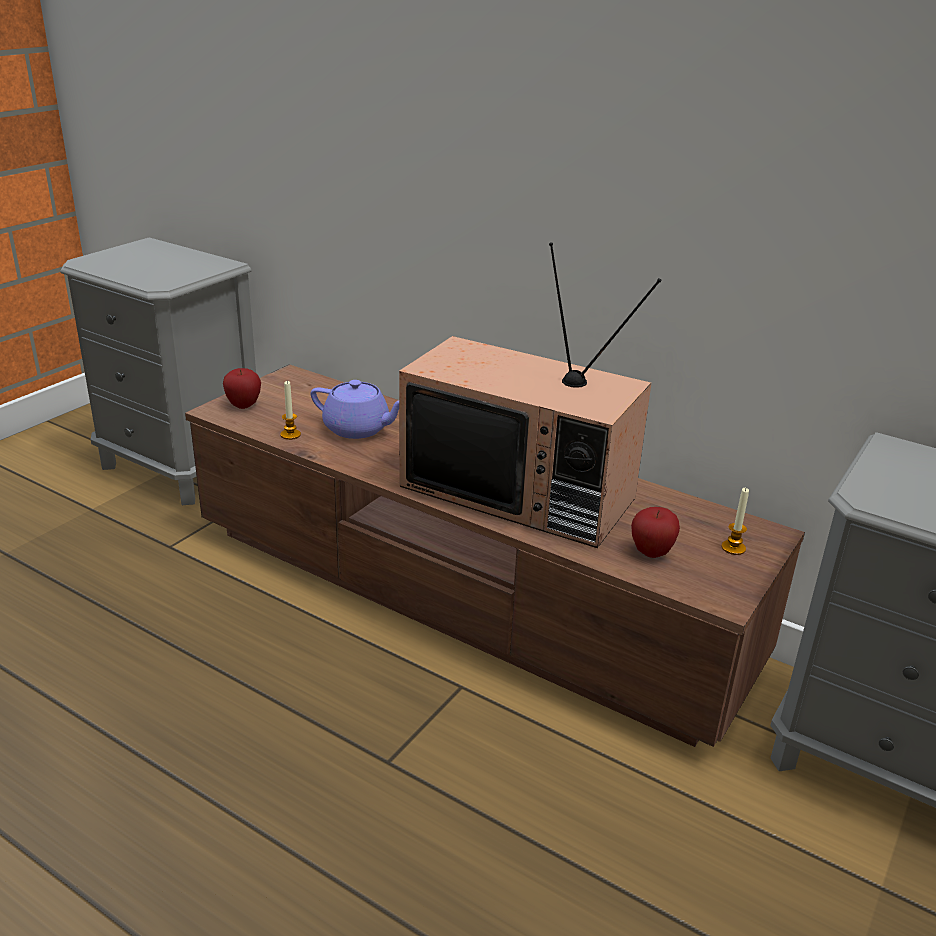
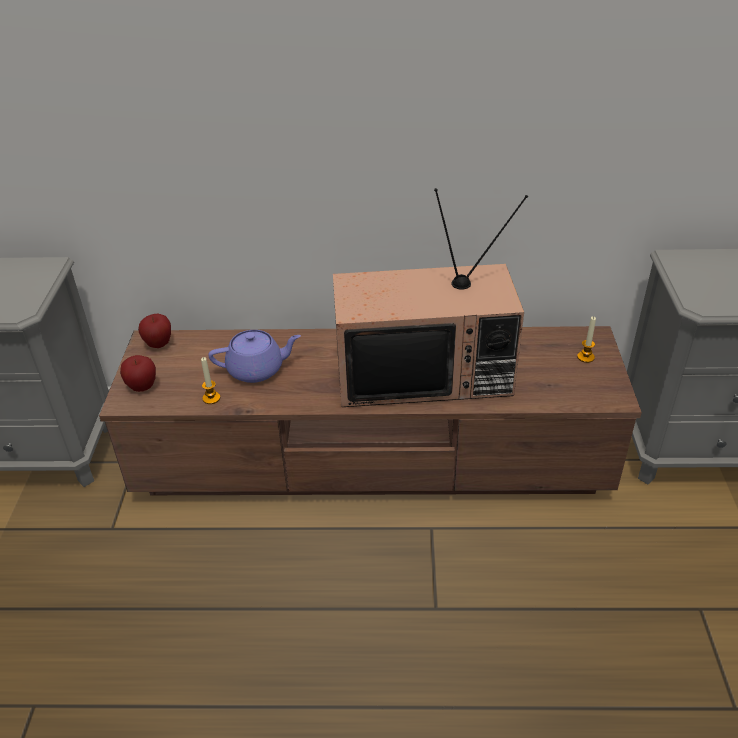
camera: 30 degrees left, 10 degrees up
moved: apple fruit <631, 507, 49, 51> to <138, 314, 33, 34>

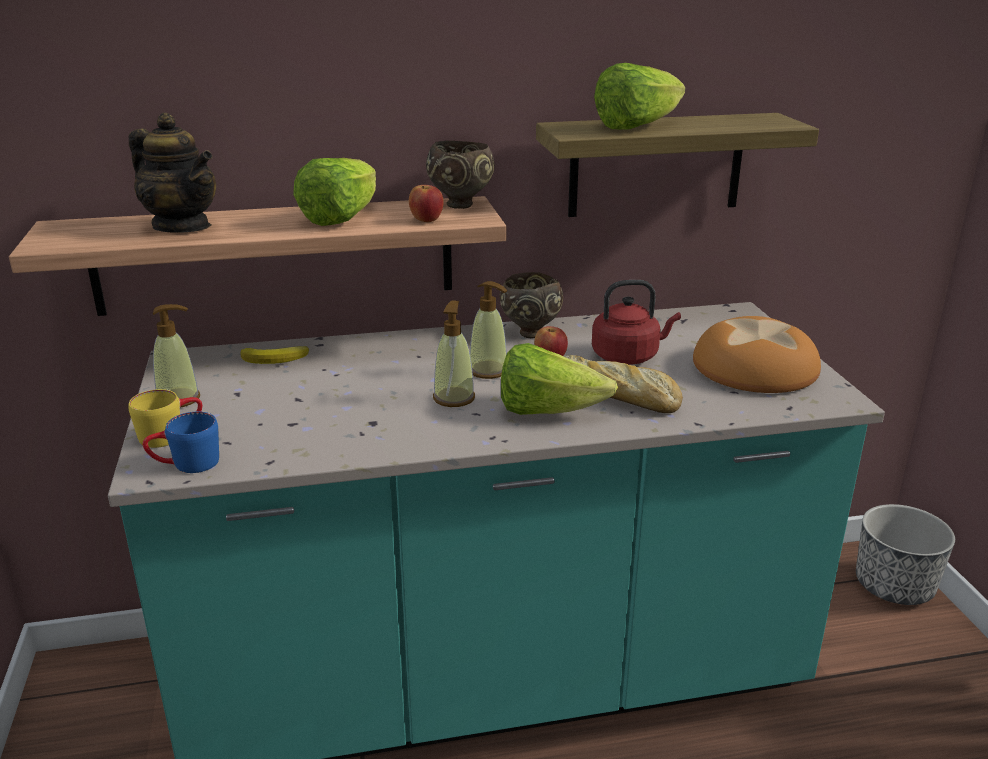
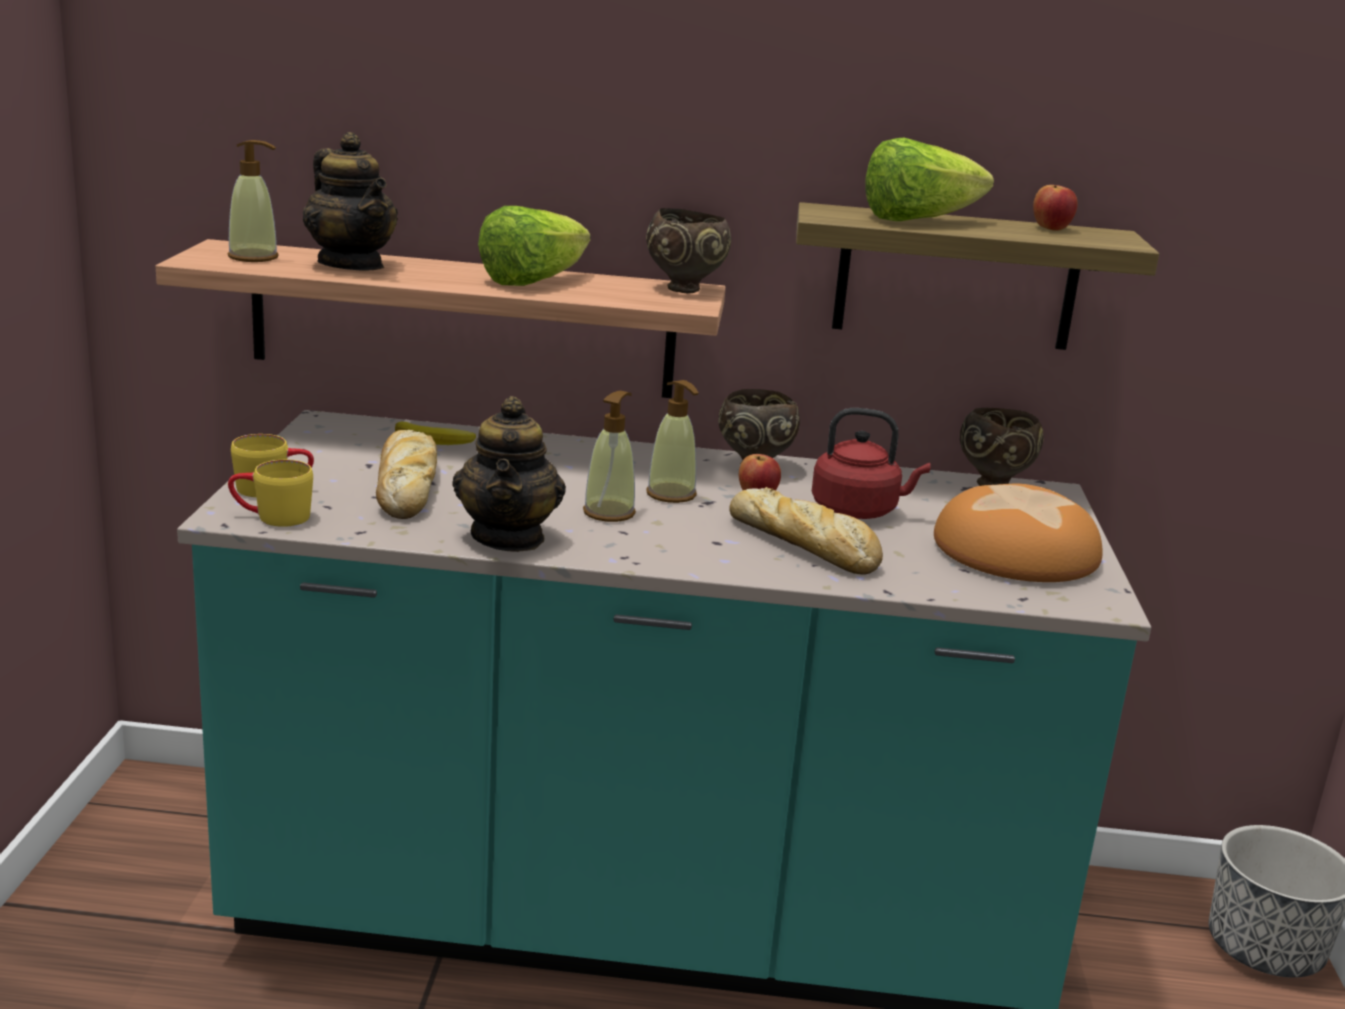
camera: 15 degrees right, 5 degrees down
removed: head of lettuce <501, 343, 117, 72>
added: bakery bread <376, 430, 61, 89>; teapot <452, 396, 114, 156>; brown deep dish <960, 408, 83, 78>
moved: soap bottle <153, 304, 47, 103> to <228, 140, 51, 122>; apple fruit <409, 185, 35, 37> to <1033, 185, 45, 45>
recoloured: bluish mug <143, 411, 76, 62> to yellow-coloured mug <228, 460, 85, 67>

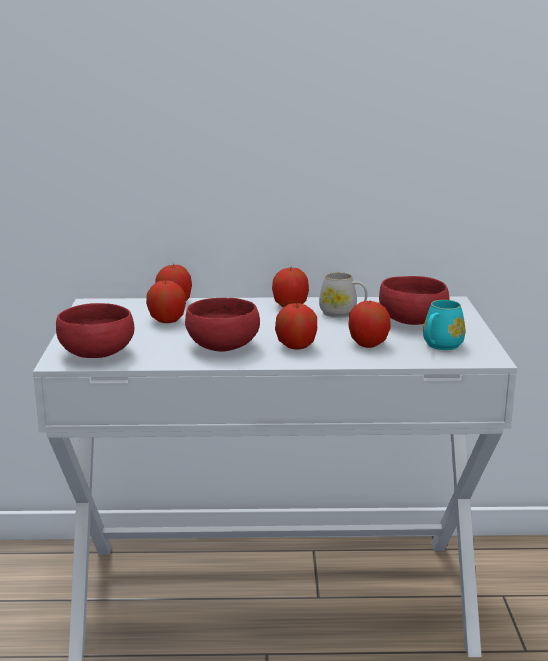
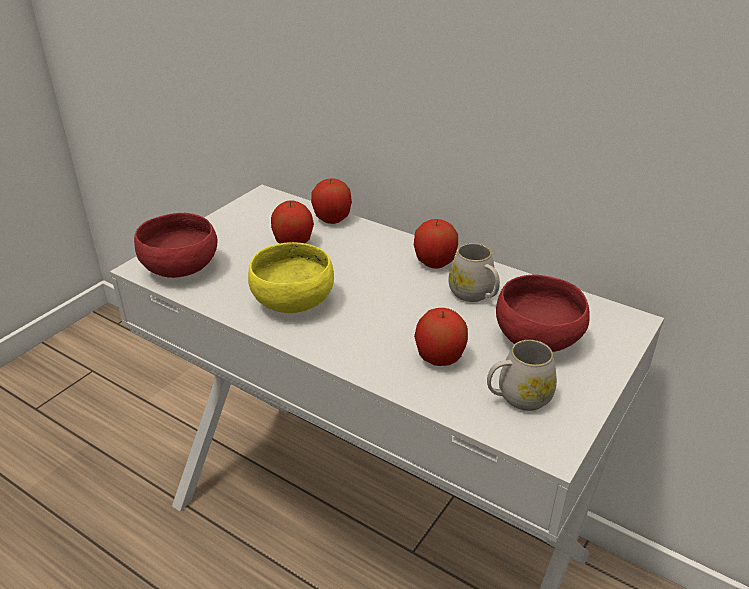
camera: 35 degrees right, 15 degrees up
removed: apple fruit <275, 303, 42, 47>
recoloured: red-coloured deep dish <185, 298, 75, 54> to yellow-coloured deep dish <248, 242, 86, 71>; turquoise mug <423, 300, 42, 50> to white mug <487, 340, 70, 71>

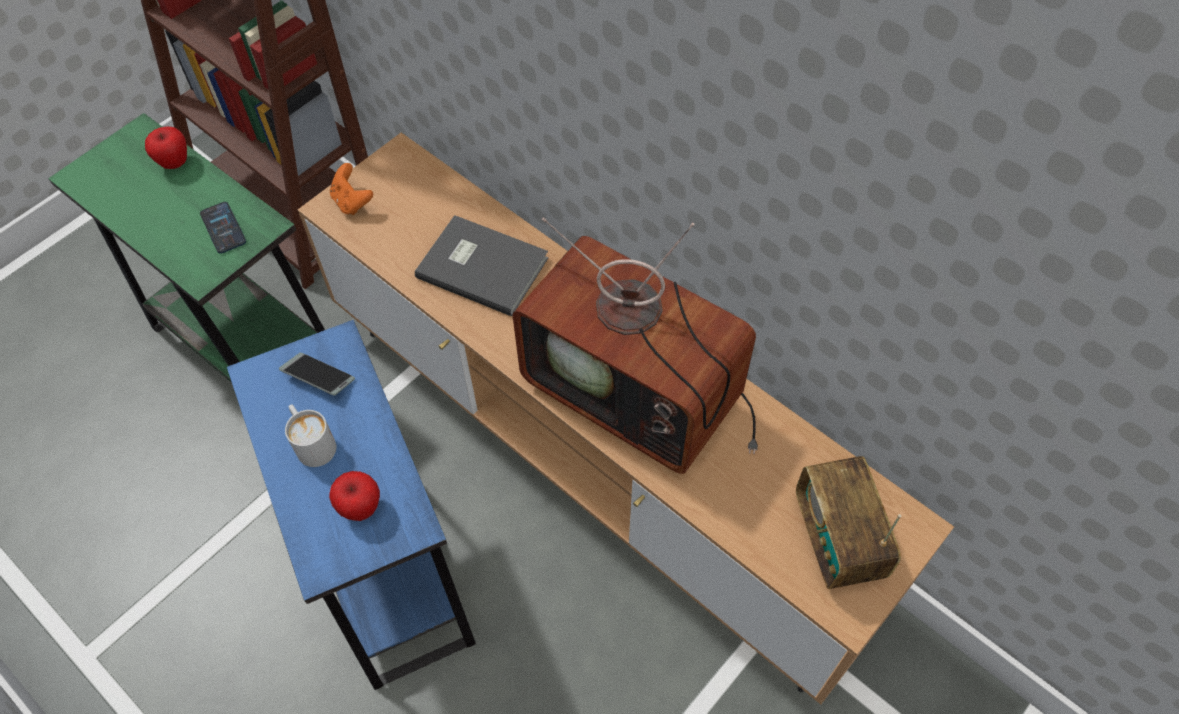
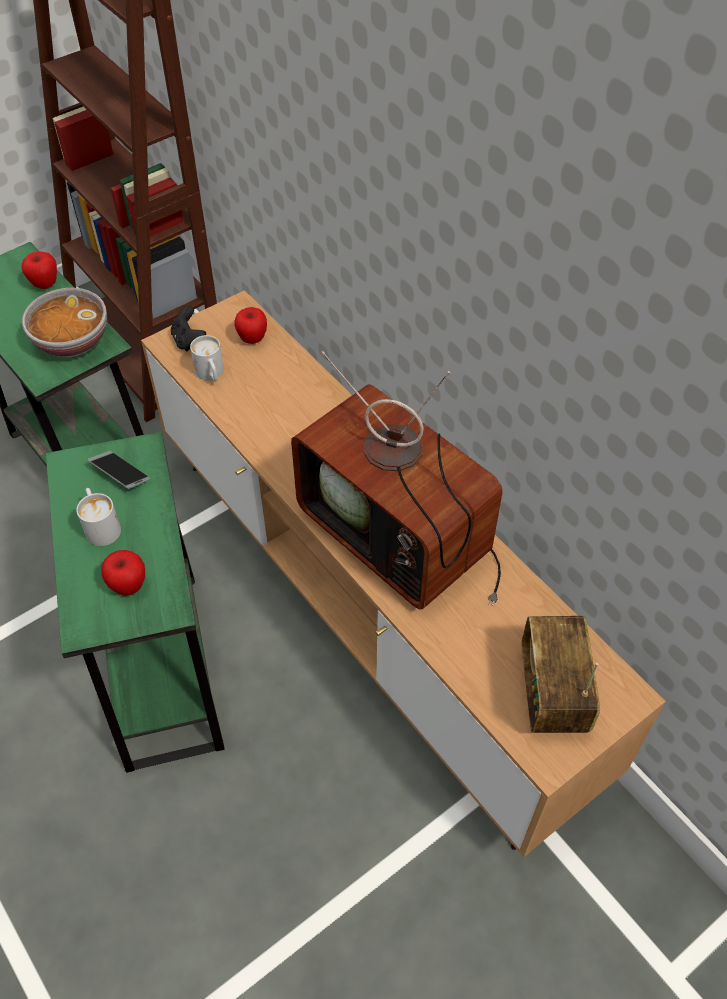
camera: 10 degrees right, 5 degrees down
removed: gray volume <415, 215, 133, 101>
added: white mug <190, 335, 34, 47>; apple fruit <234, 307, 33, 37>
replaced: telephone <200, 202, 46, 52> to deep dish <22, 288, 85, 69>
recoloured: bluish accent table <227, 320, 249, 370> to green-coloured accent table <46, 432, 179, 341>; orange-coloured game controller <330, 163, 43, 52> to black-coloured game controller <171, 306, 35, 45>

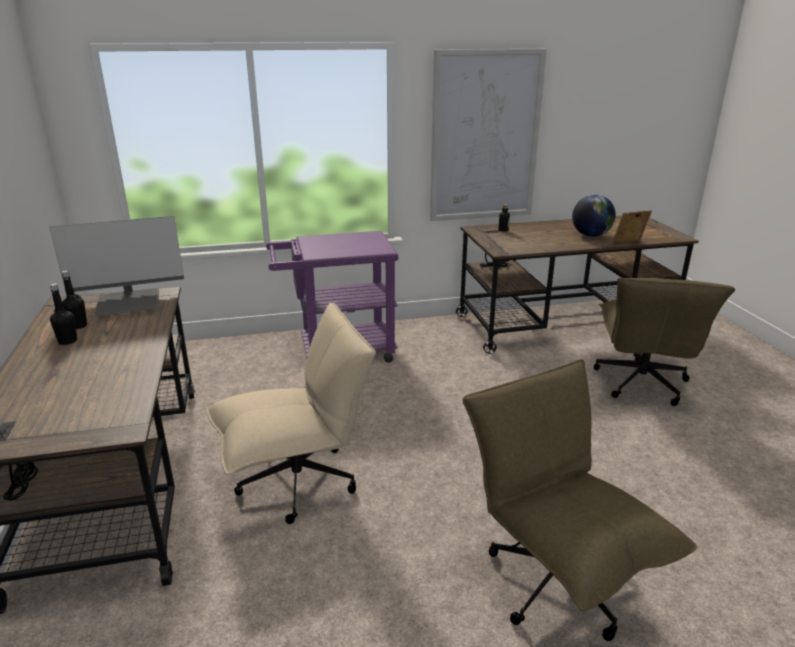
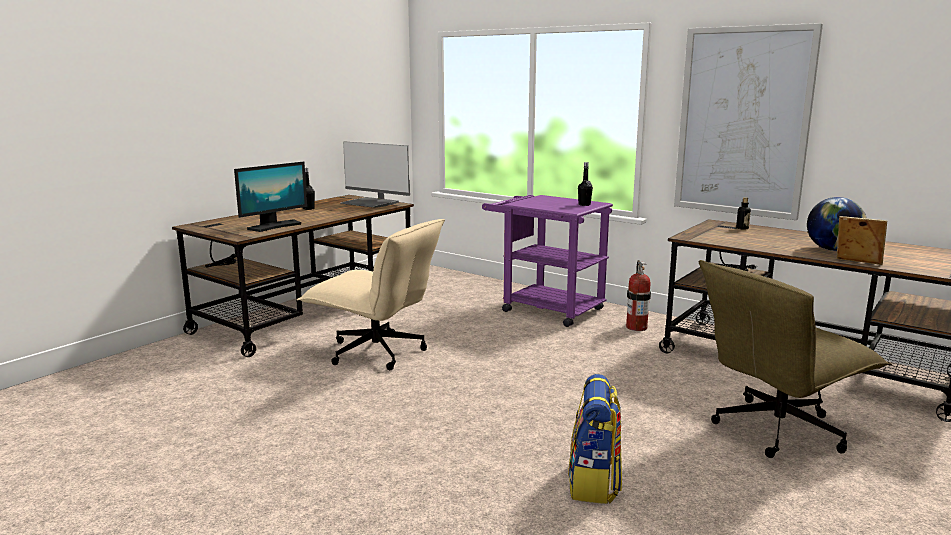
camera: 50 degrees right, 10 degrees down
removed: beige desk chair <462, 359, 235, 282>
added: monitor <234, 162, 73, 70>; backpack <568, 374, 54, 130>; fire-fighting cylinder <626, 260, 25, 71>
moved: black-coloured drink bottle <61, 270, 26, 59> to <578, 162, 15, 44>

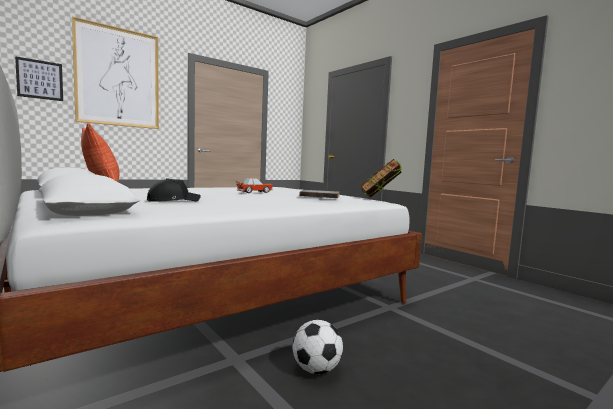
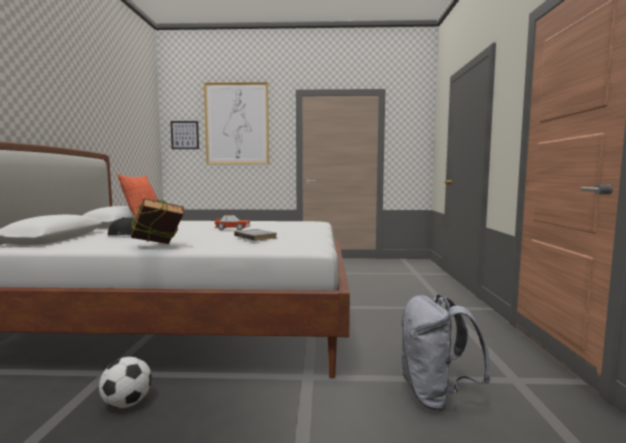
camera: 40 degrees right, 0 degrees up
added: gray backpack <401, 295, 90, 116>
moved: volume <361, 159, 41, 39> to <131, 198, 53, 46>

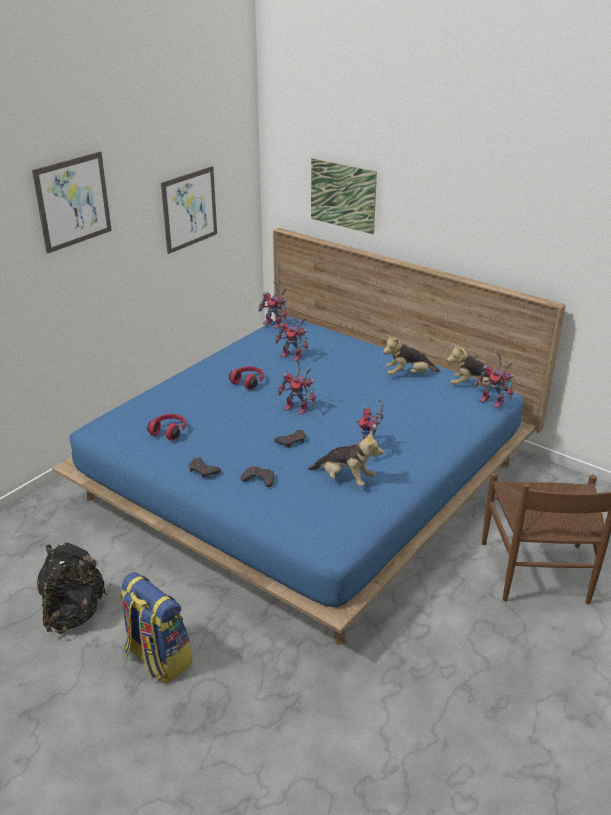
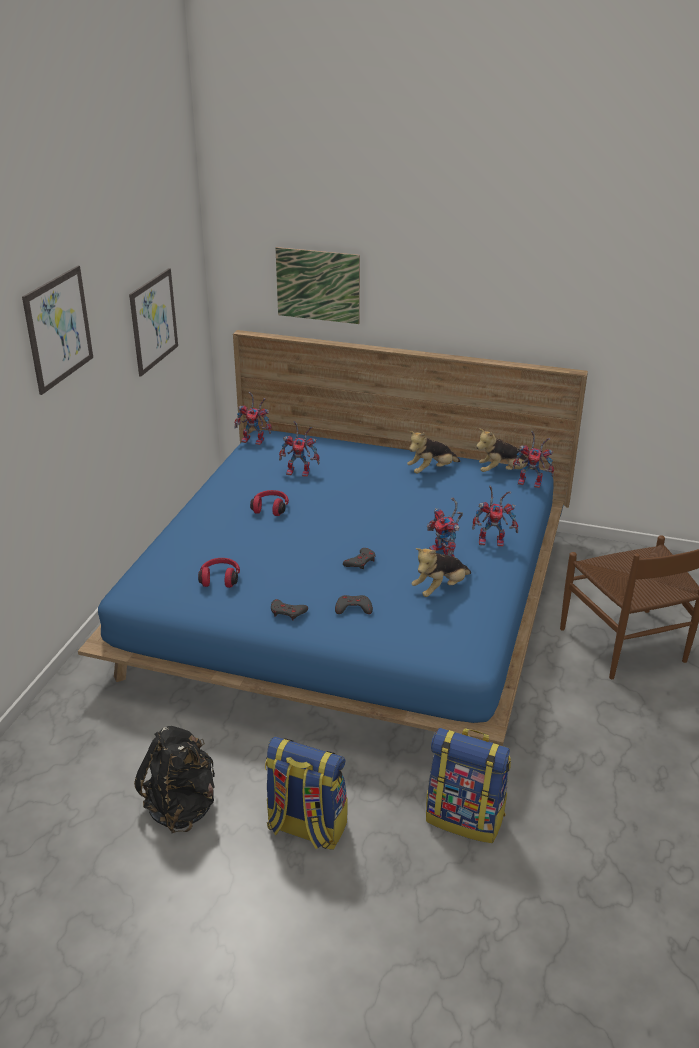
camera: 20 degrees left, 0 degrees up
added: backpack <426, 728, 85, 115>
moved: robot figure <278, 359, 38, 56> to <472, 485, 46, 61>
turned: plush toy <308, 431, 75, 55> = <412, 548, 59, 49> 135 degrees clockwise

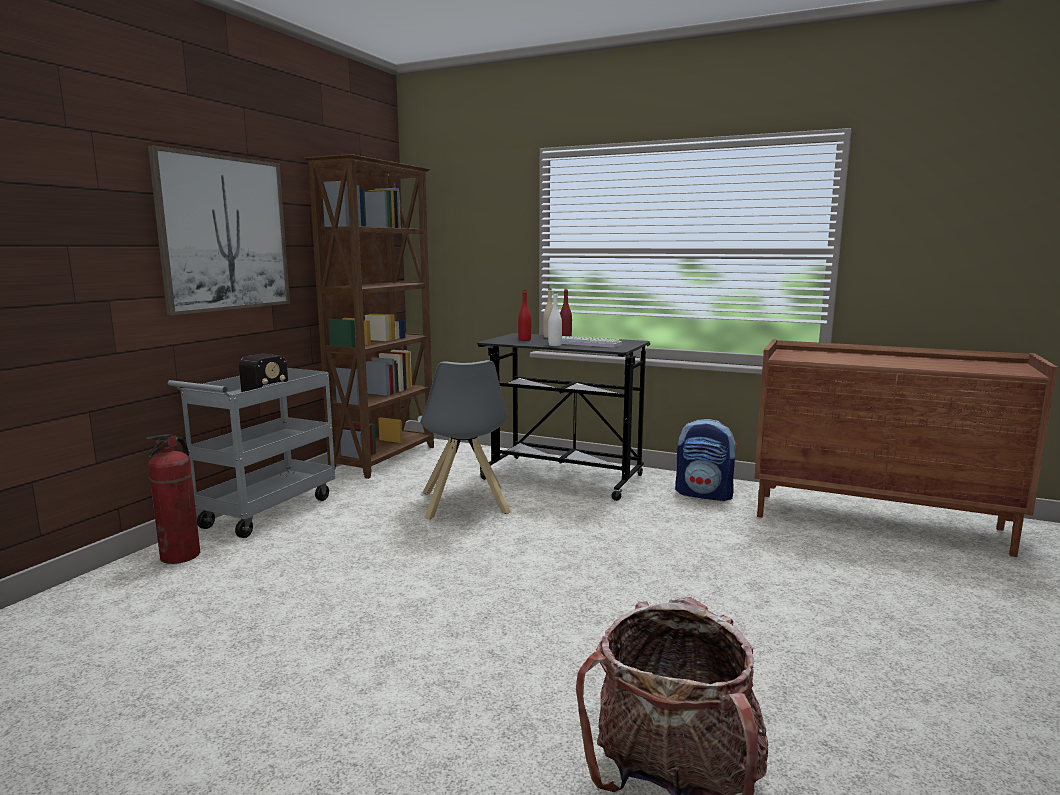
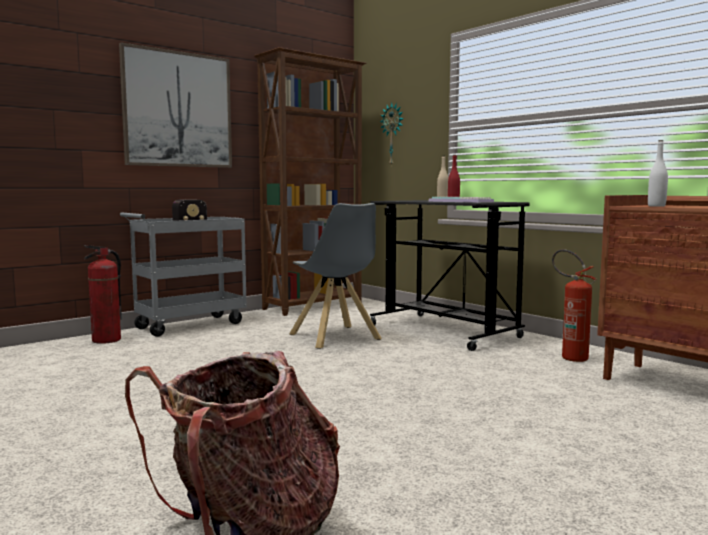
camera: 25 degrees right, 5 degrees down
removed: red-coloured drink bottle <518, 290, 13, 51>
added: clock on the wall <380, 103, 24, 62>
moved: white drink bottle <548, 292, 14, 54> to <648, 140, 20, 67>
replaced: backpack <675, 419, 63, 82> to fire-fighting cylinder <552, 249, 44, 113>
turned: gray plain chair <418, 360, 93, 159> = <289, 203, 92, 146> 45 degrees counterclockwise

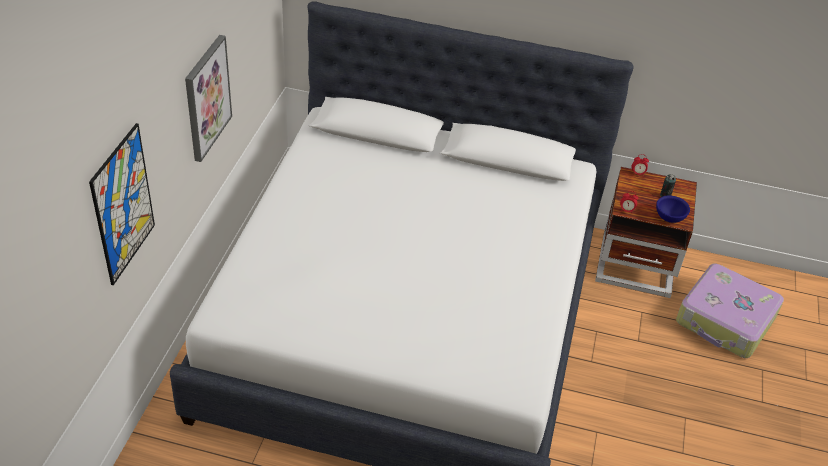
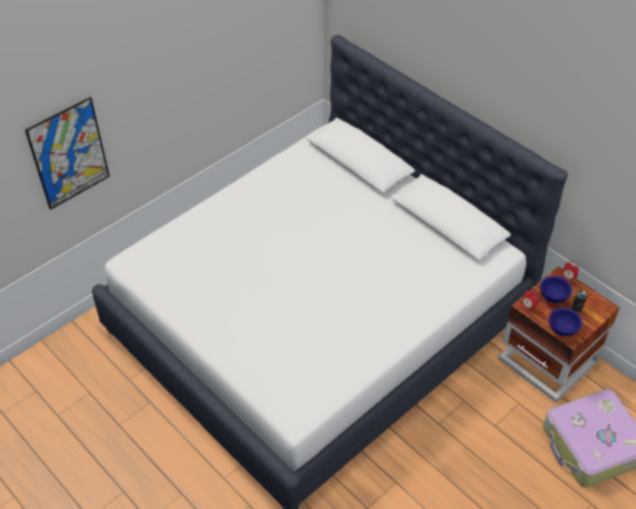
camera: 35 degrees right, 5 degrees up
removed: picture <185, 35, 47, 127>
added: bluish deep dish <540, 276, 32, 27>

